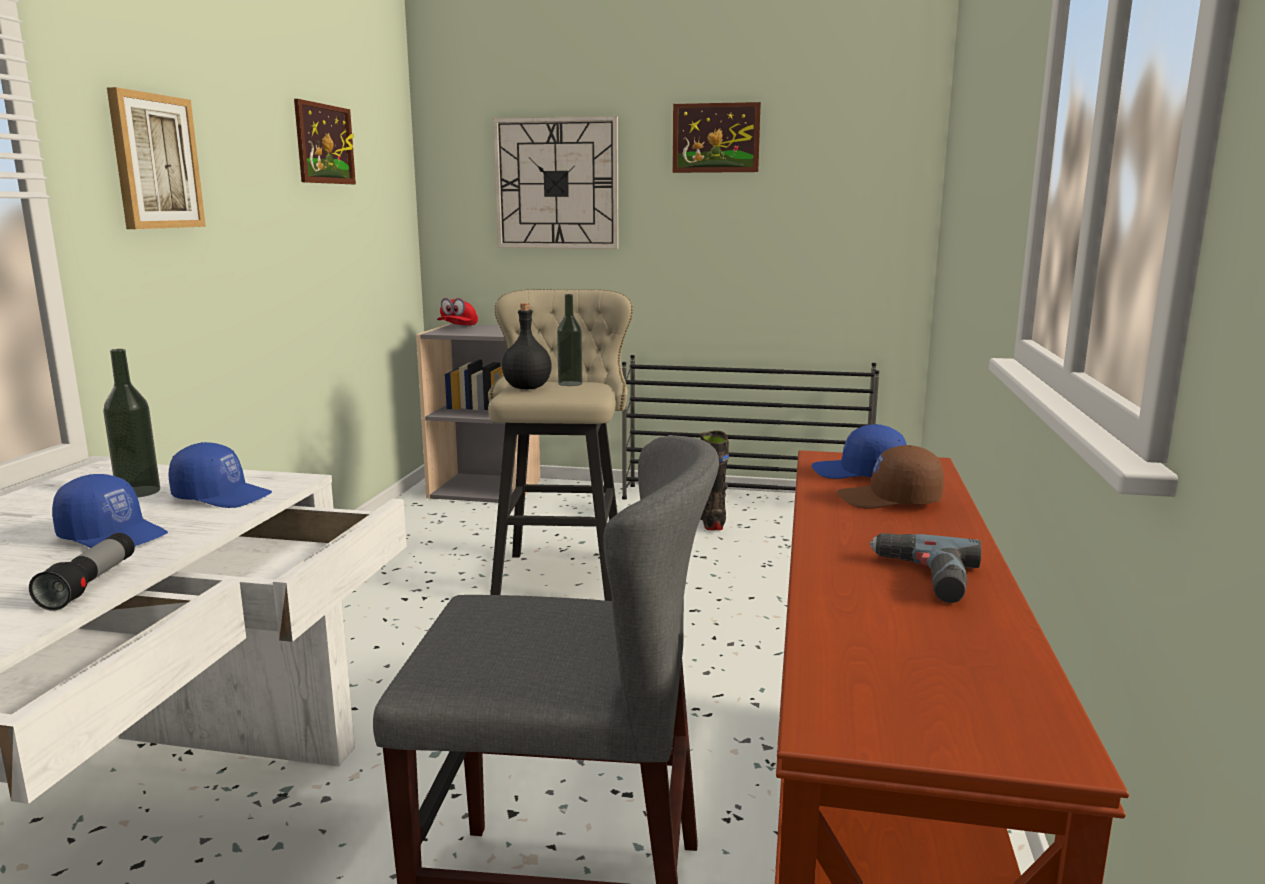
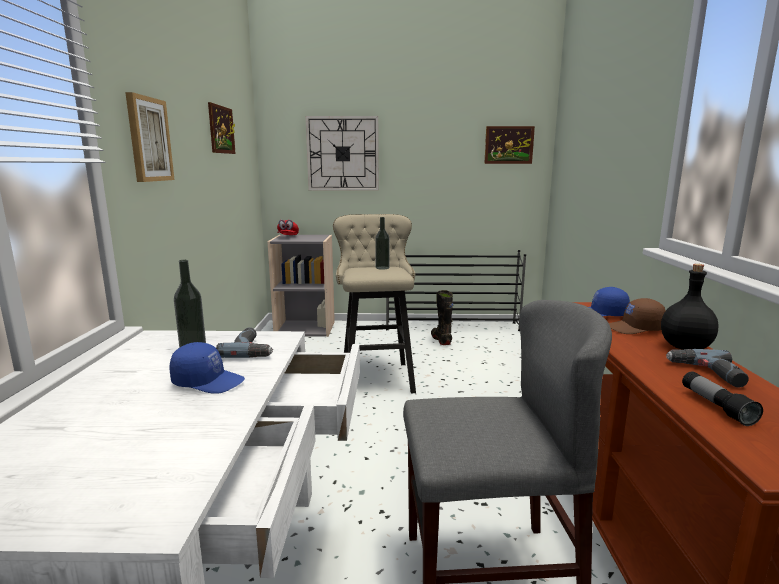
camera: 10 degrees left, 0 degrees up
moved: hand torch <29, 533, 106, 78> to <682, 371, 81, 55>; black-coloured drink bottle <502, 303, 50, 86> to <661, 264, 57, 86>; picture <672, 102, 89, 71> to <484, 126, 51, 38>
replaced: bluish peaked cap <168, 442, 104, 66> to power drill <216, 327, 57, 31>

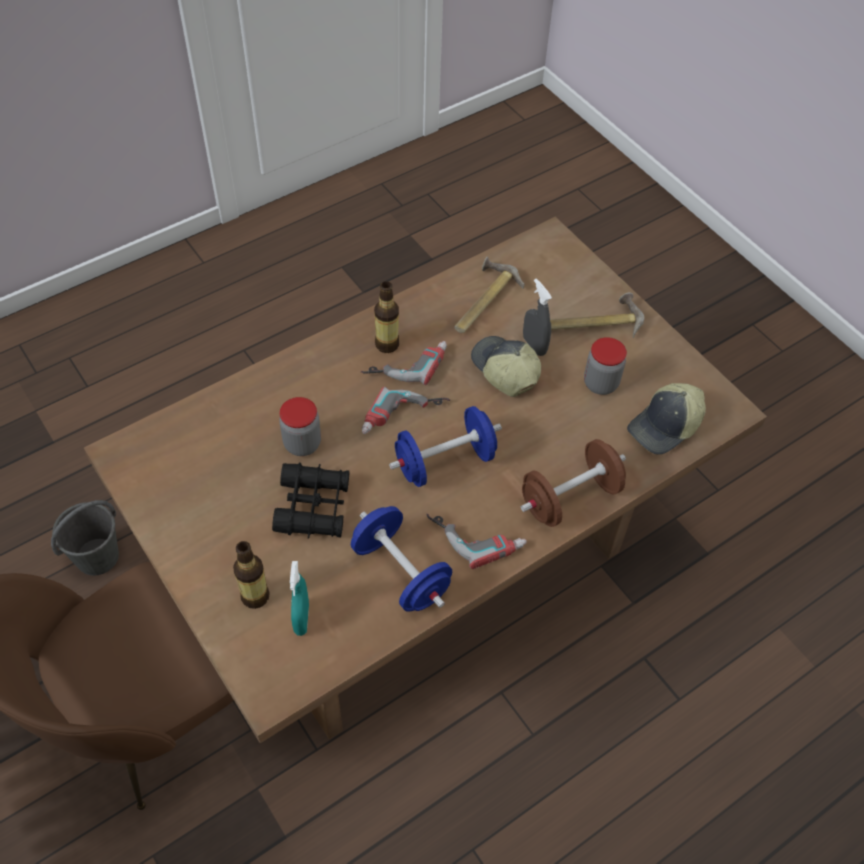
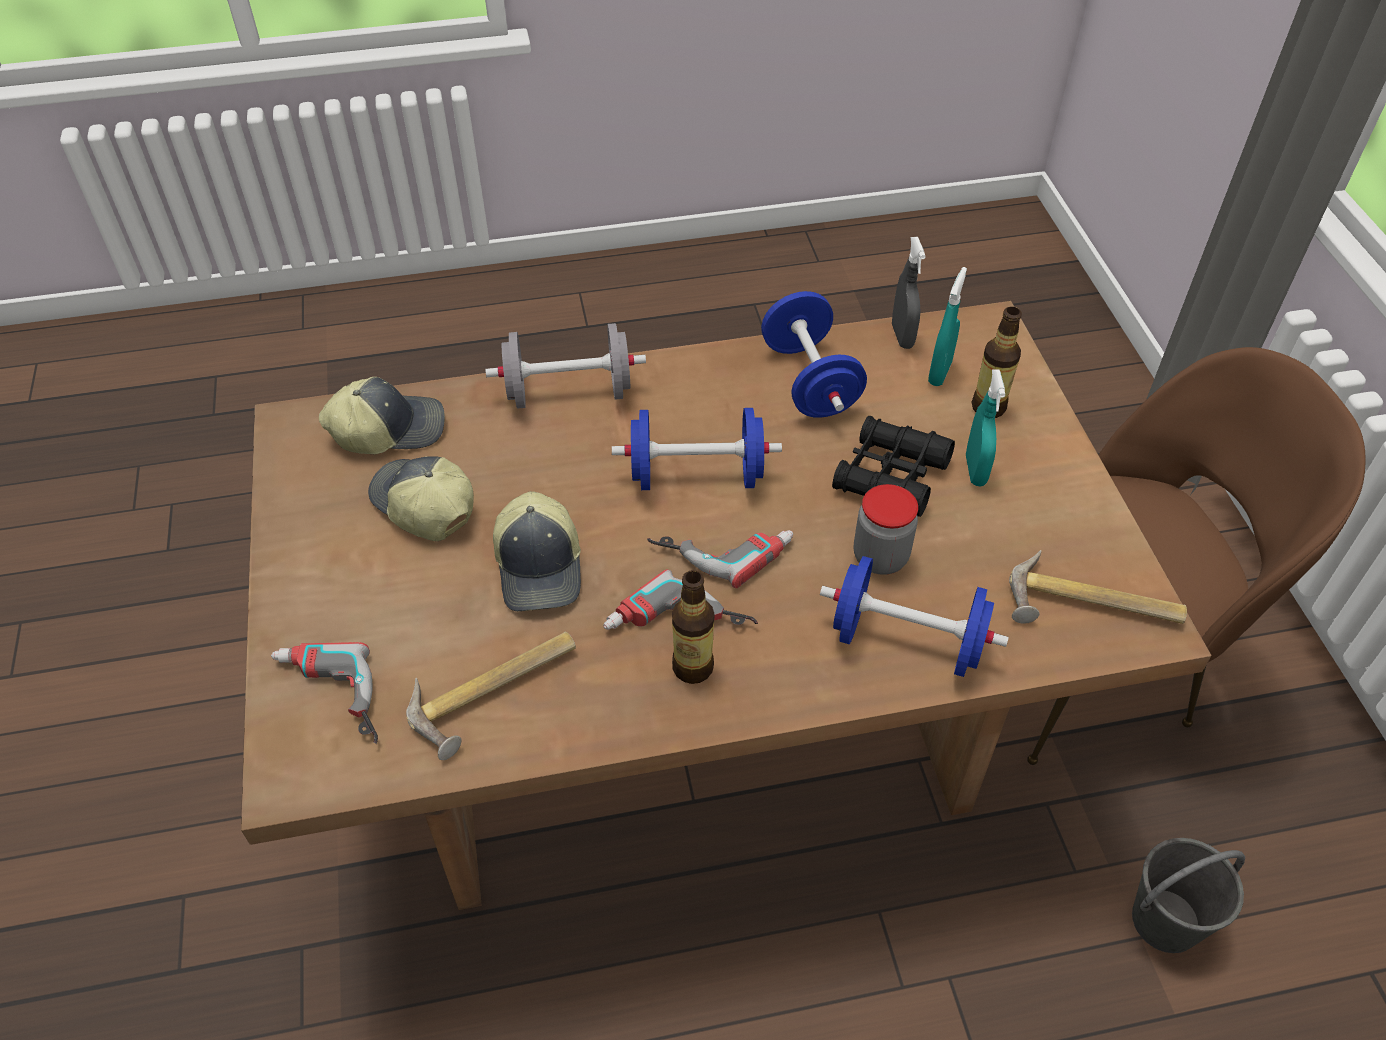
camera: 155 degrees left, 5 degrees down
added: bluish dumbbell <820, 556, 189, 121>; turquoise sprayer <966, 369, 39, 117>
moved: power drill <426, 514, 101, 55> to <271, 642, 107, 102>; gray sprayer <523, 278, 29, 78> to <892, 237, 34, 112>; tool hammer <550, 292, 94, 46> to <1009, 550, 178, 74>
replaced: jar <584, 337, 43, 58> to peaked cap <368, 456, 106, 85>
recoloured: brown dumbbell <521, 439, 105, 88> to gray dumbbell <485, 323, 161, 86>

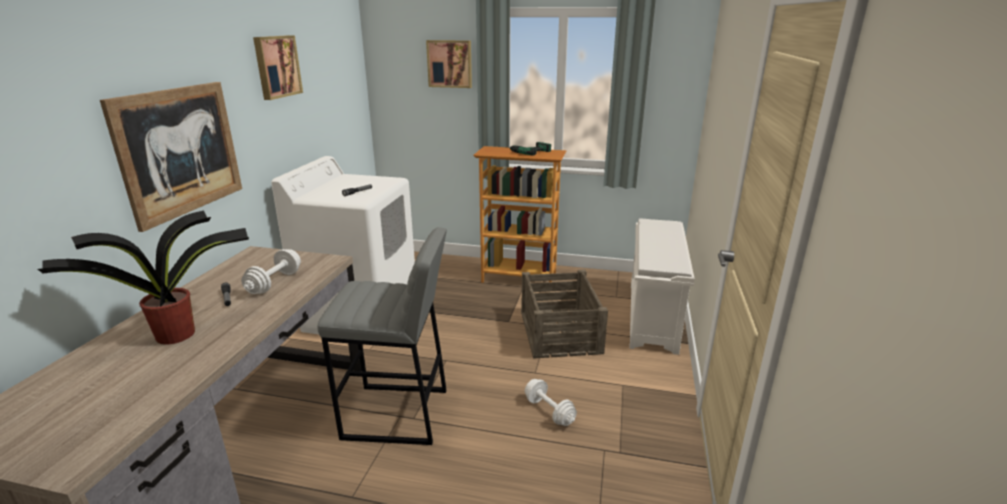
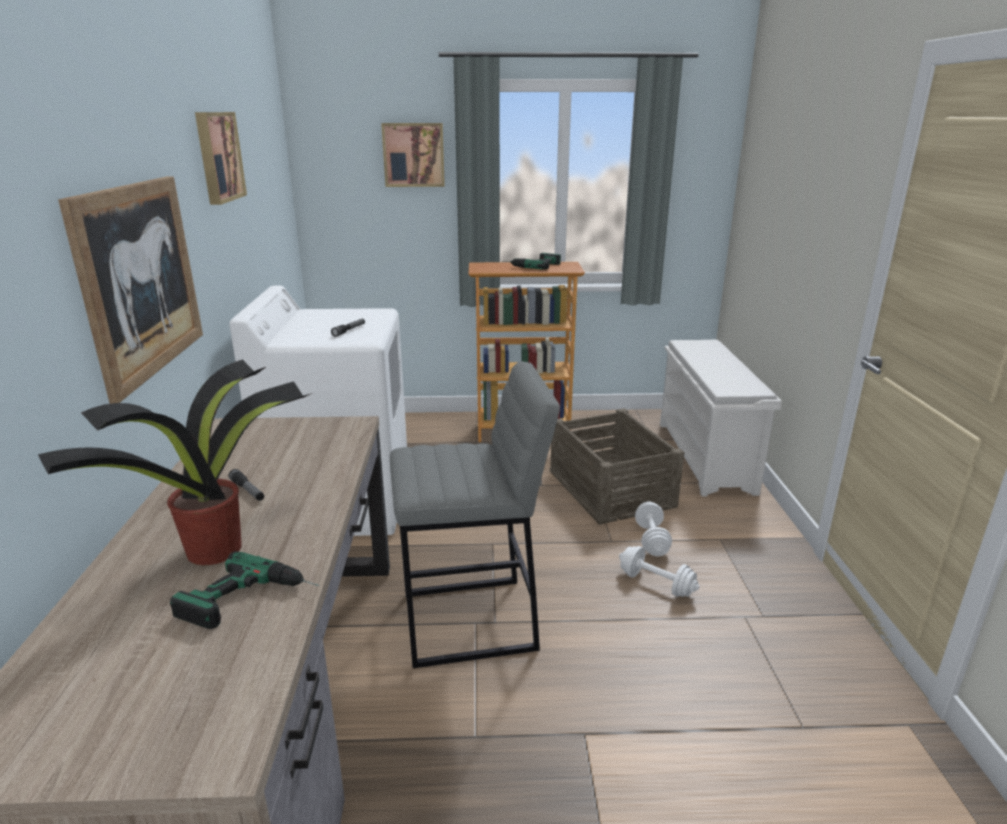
camera: 15 degrees left, 0 degrees up
added: power drill <170, 551, 150, 78>
moved: white dumbbell <241, 249, 60, 45> to <635, 502, 37, 54>

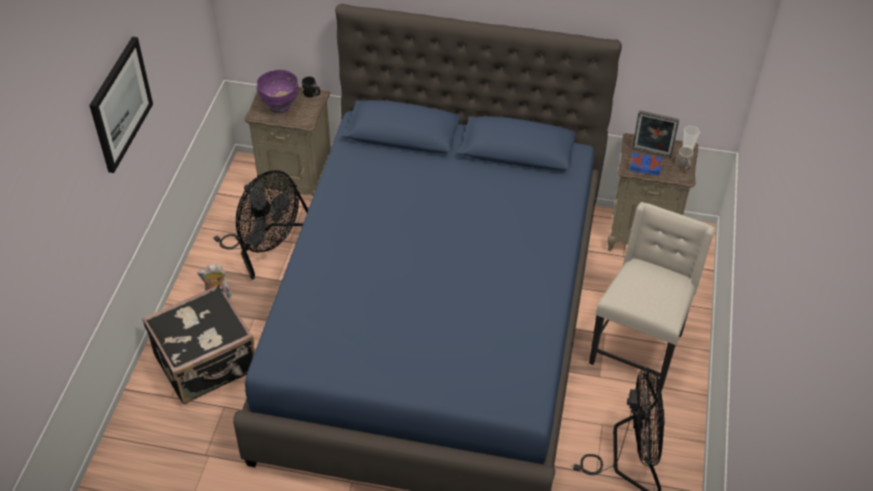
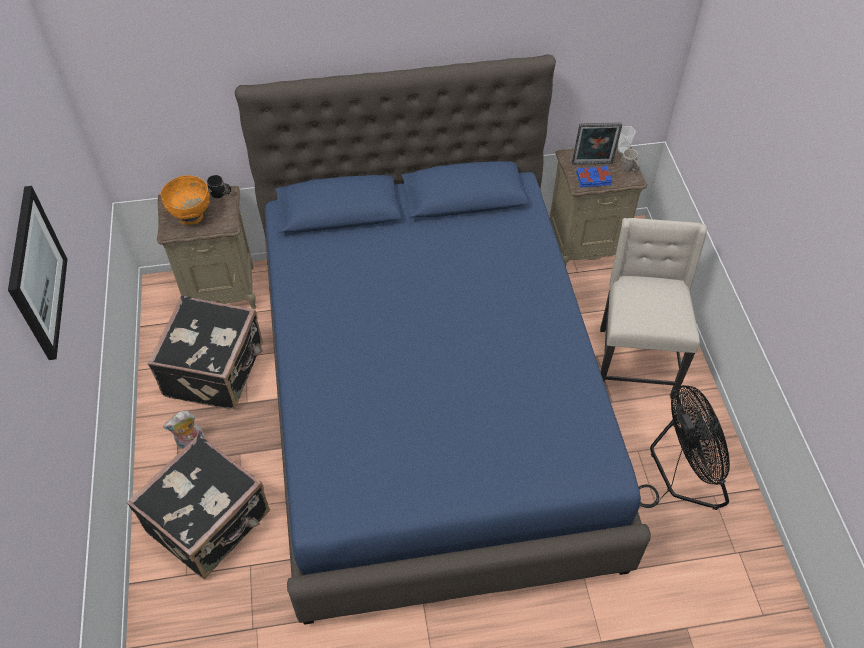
camera: 20 degrees left, 5 degrees up
replaced: black-coloured fan <214, 170, 94, 110> to black-coloured travel case <147, 296, 116, 113>
recoloured: purple deep dish <257, 70, 41, 43> to orange-coloured deep dish <161, 175, 49, 50>

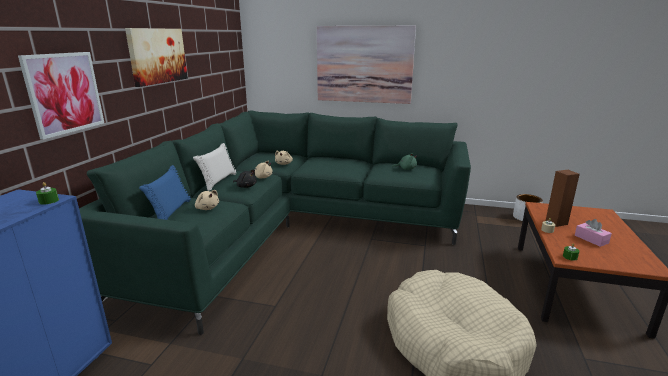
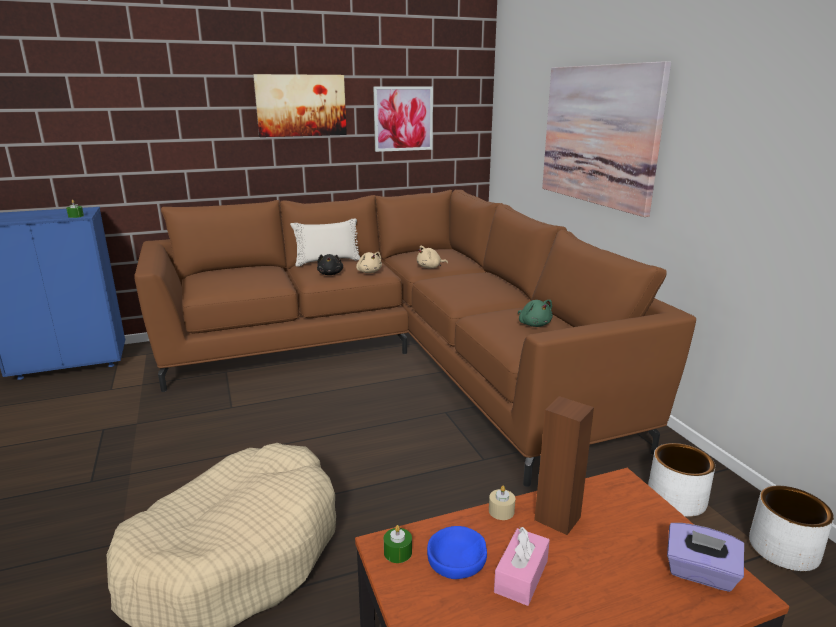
camera: 55 degrees right, 0 degrees up
removed: bluish cushion <139, 165, 52, 55>; beige plush toy <195, 190, 24, 20>
added: bluish deep dish <427, 526, 60, 53>; white planter <648, 443, 67, 74>; purple box of tissues <667, 523, 77, 69>
moved: picture <18, 52, 86, 88> to <373, 86, 60, 66>
recoloured: green-coloured couch <79, 110, 392, 225> to brown couch <134, 189, 562, 298>

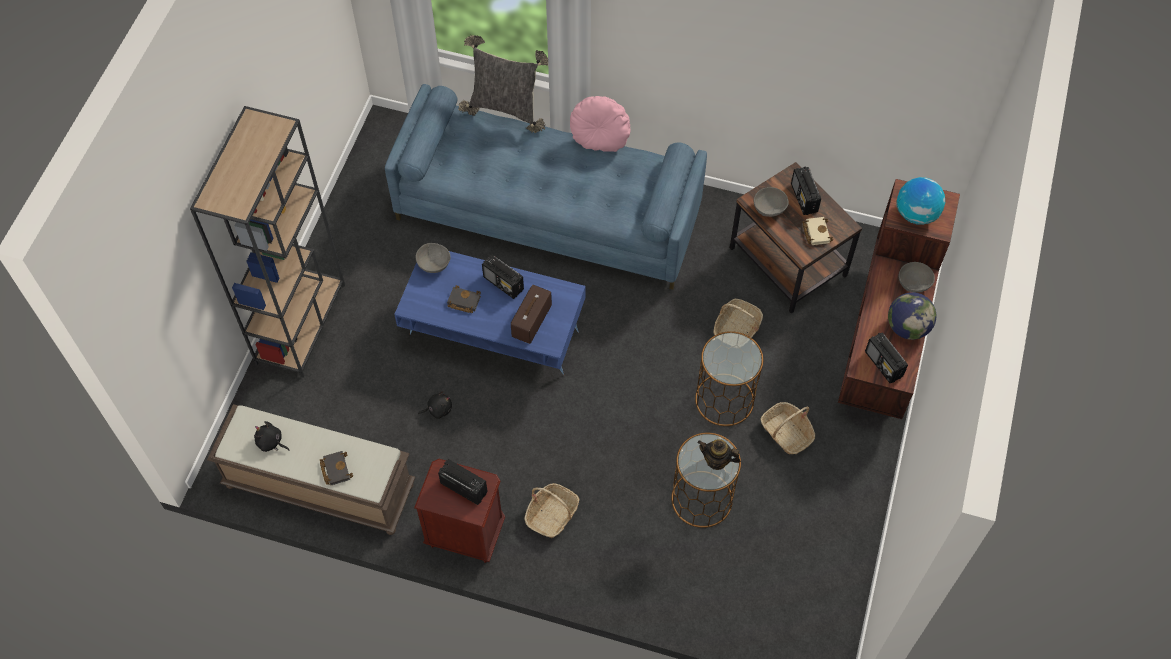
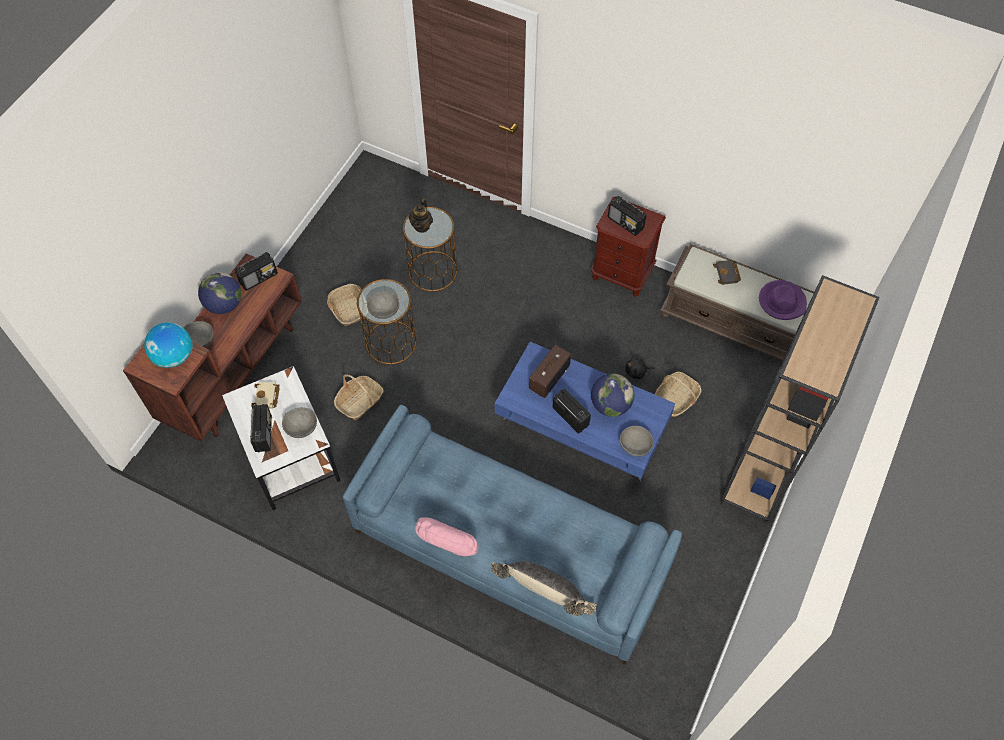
camera: 170 degrees left, 0 degrees up
added: gray deep dish <367, 291, 32, 28>
moved: household basket <524, 483, 55, 55> to <655, 372, 47, 45>
replaced: black-coloured plush toy <254, 421, 36, 31> to purple hat <759, 280, 48, 40>; black-coloured volume <447, 285, 34, 28> to world globe <591, 373, 43, 44>
recoloured: brown accent table <730, 162, 132, 151> to white accent table <222, 366, 119, 144>
turned: teapot <698, 439, 42, 31> = <409, 198, 24, 35> 75 degrees clockwise; radio <865, 332, 43, 52> = <234, 252, 44, 39> 75 degrees clockwise

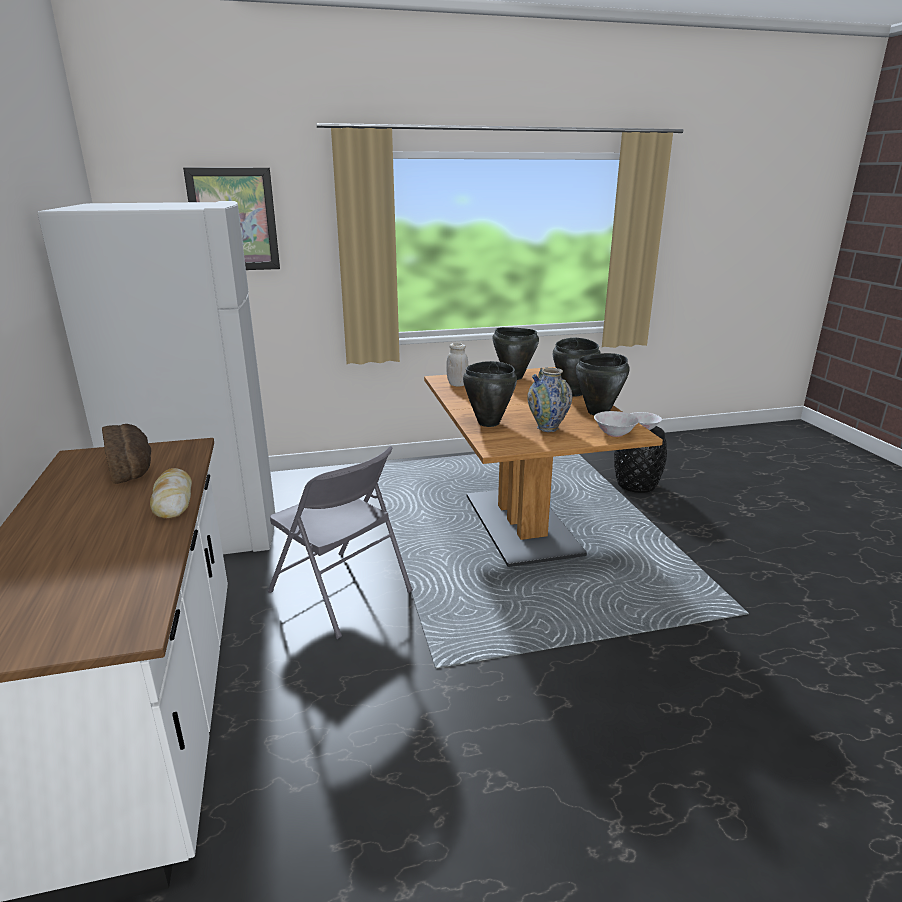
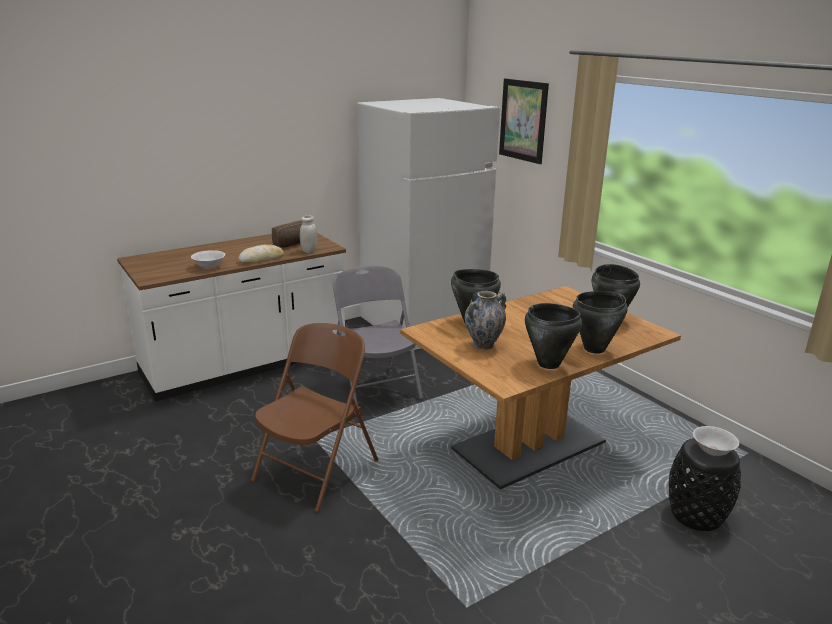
camera: 70 degrees right, 0 degrees up
added: brown plain chair <251, 323, 128, 191>
moved: white jar <447, 343, 21, 44> to <300, 215, 17, 38>; white deep dish <594, 411, 46, 26> to <191, 250, 34, 19>
turned: gray plain chair <267, 446, 146, 193> = <331, 266, 92, 140> 135 degrees clockwise

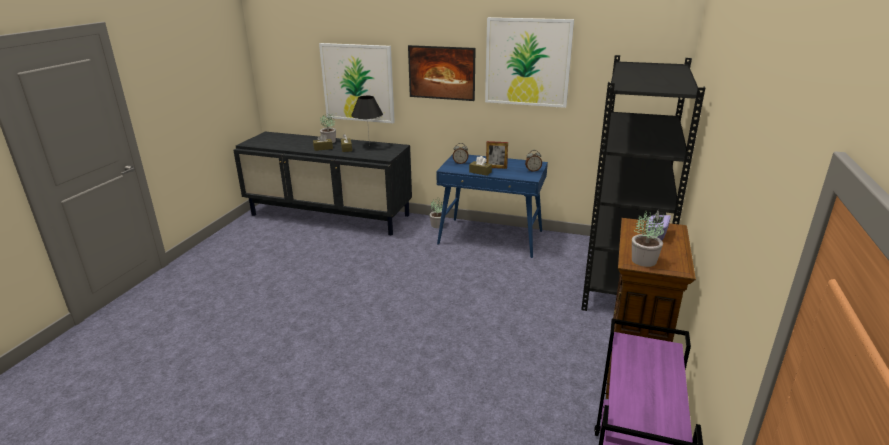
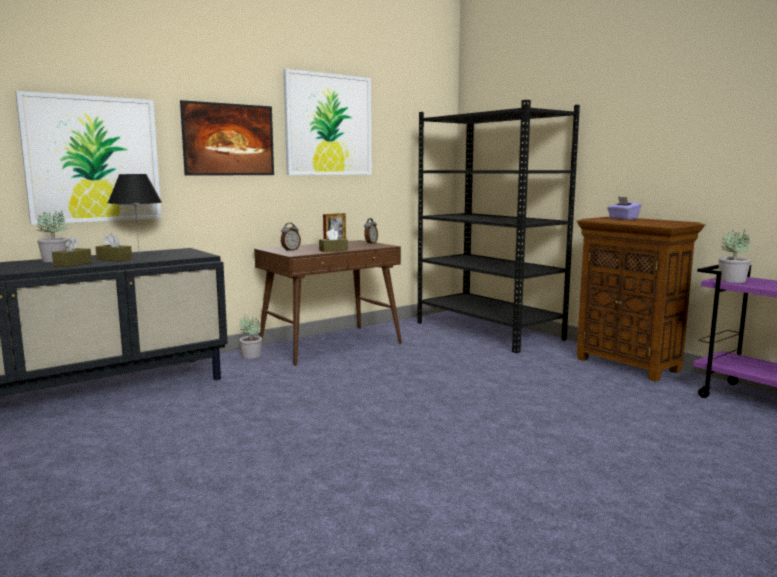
camera: 55 degrees left, 15 degrees down
moved: houseplant <632, 211, 32, 56> to <718, 229, 33, 54>
recoloured: bluish desk table <436, 154, 112, 104> to brown desk table <254, 240, 148, 126>

